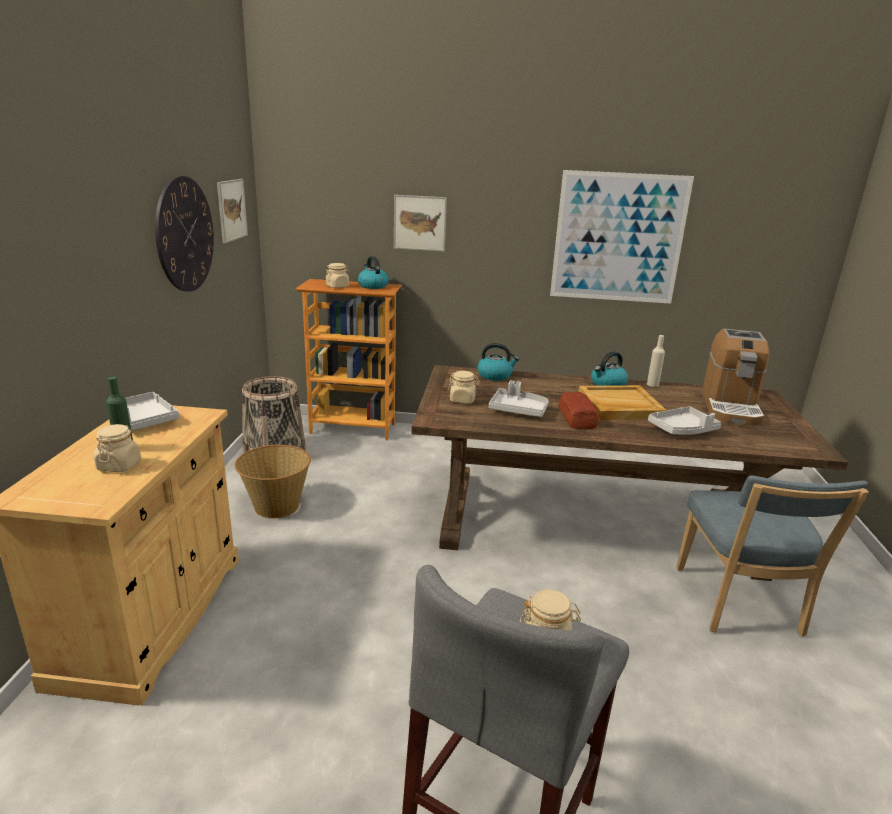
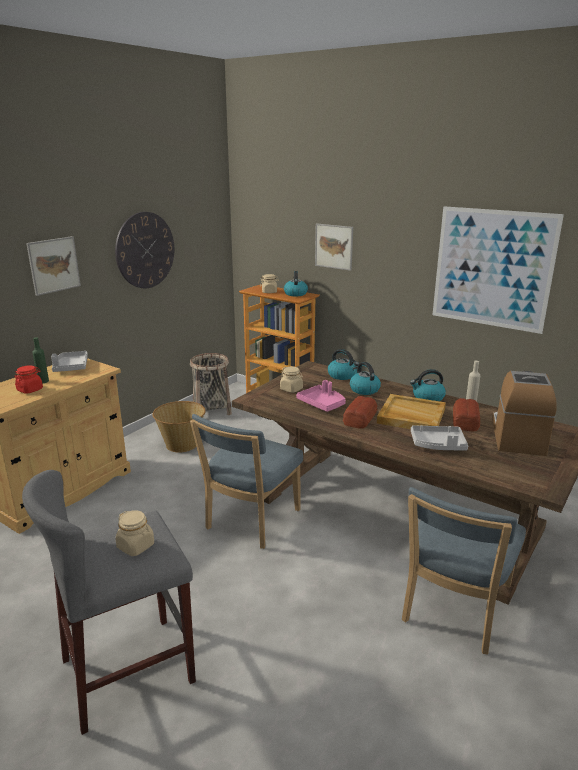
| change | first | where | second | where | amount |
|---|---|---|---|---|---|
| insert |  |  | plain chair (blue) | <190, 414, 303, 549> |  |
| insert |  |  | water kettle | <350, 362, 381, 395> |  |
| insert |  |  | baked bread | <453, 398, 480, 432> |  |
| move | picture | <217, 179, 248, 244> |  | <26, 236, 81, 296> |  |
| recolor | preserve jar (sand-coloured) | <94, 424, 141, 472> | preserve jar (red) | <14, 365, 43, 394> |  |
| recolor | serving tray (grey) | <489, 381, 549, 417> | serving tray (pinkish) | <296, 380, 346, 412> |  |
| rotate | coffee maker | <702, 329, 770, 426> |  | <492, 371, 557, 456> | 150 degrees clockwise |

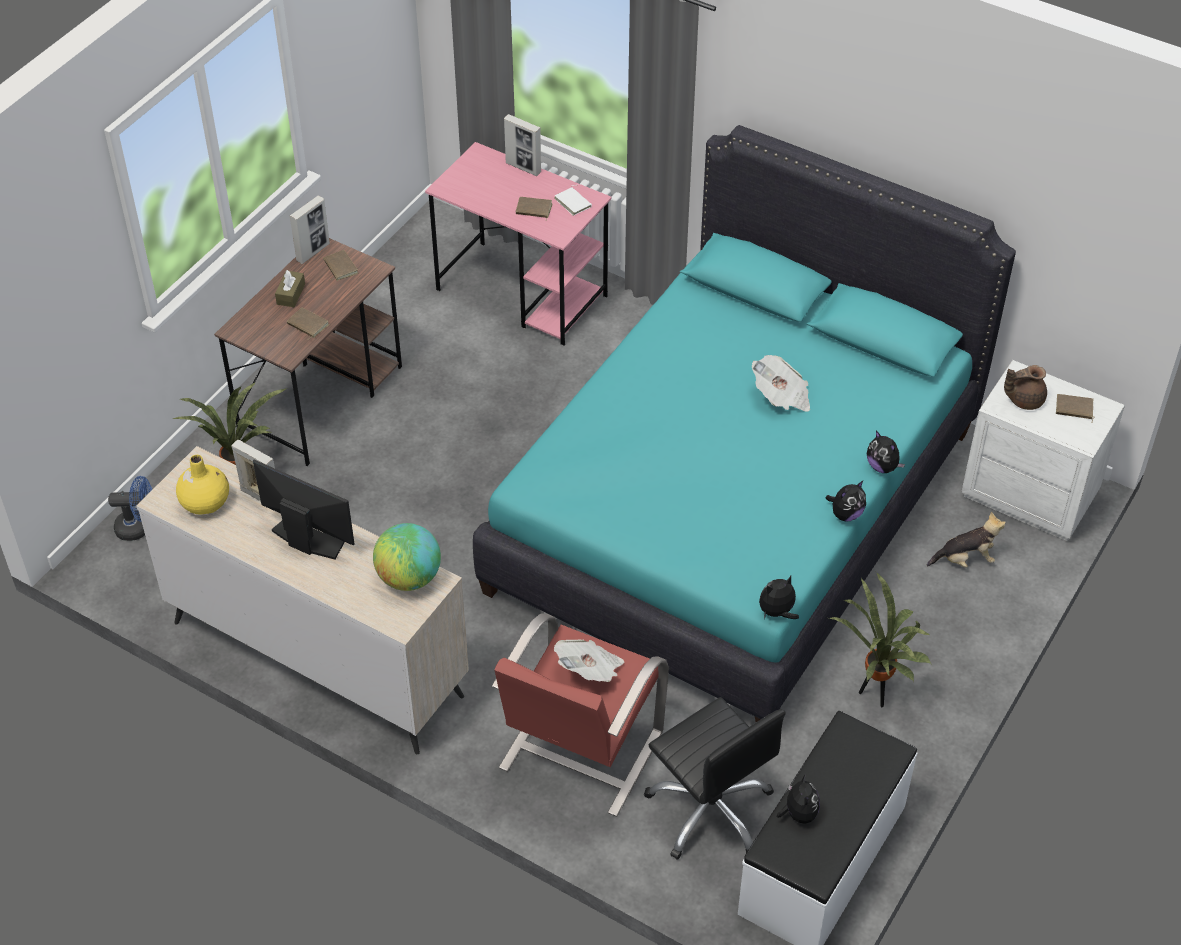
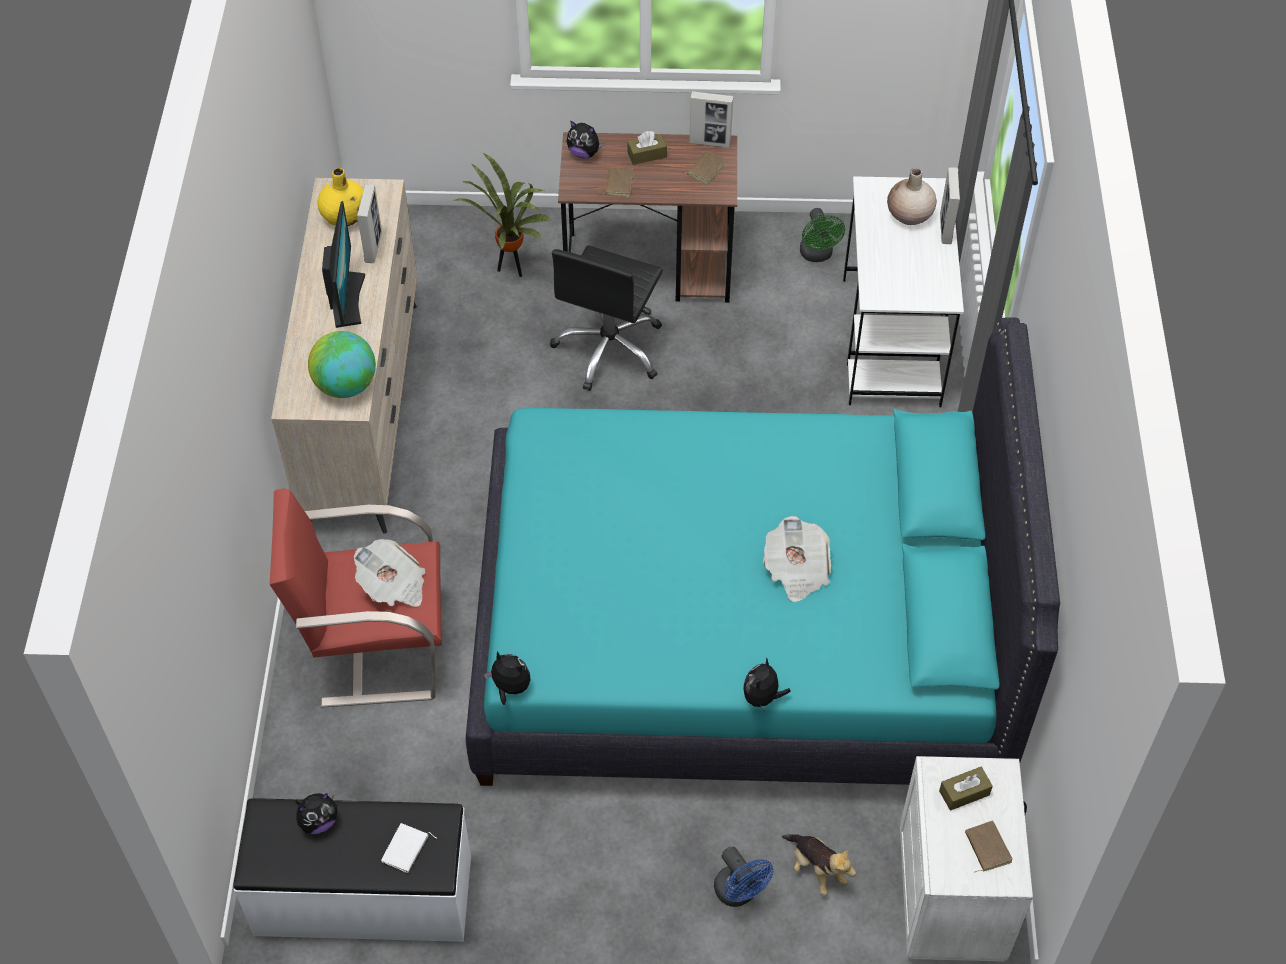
| change | first | where | second | where | amount |
|---|---|---|---|---|---|
| delete | volume (brown) | <516, 197, 553, 220> |  |  |  |
| delete | plant in a pot | <829, 572, 931, 707> |  |  |  |
| insert |  |  | electric fan (green-coloured) | <800, 208, 845, 262> |  |
| insert |  |  | flower vase (sand-coloured) | <887, 168, 937, 225> |  |
| move | electric fan (blue) | <108, 476, 152, 541> |  | <714, 847, 774, 907> |  |
| move | volume (whitish) | <555, 185, 592, 216> |  | <381, 823, 437, 873> |  |
| move | office chair (black) | <644, 697, 786, 860> |  | <550, 245, 663, 391> |  |
| move | cuddly toy | <826, 481, 866, 522> |  | <566, 120, 605, 159> |  |
| replace | tea pot (brown) | <1004, 365, 1047, 410> | tissue box (brown) | <939, 767, 993, 811> |  |
| recolor | desk unit (pinkish) | <425, 142, 612, 346> | desk unit (whitish) | <843, 176, 964, 407> |  |

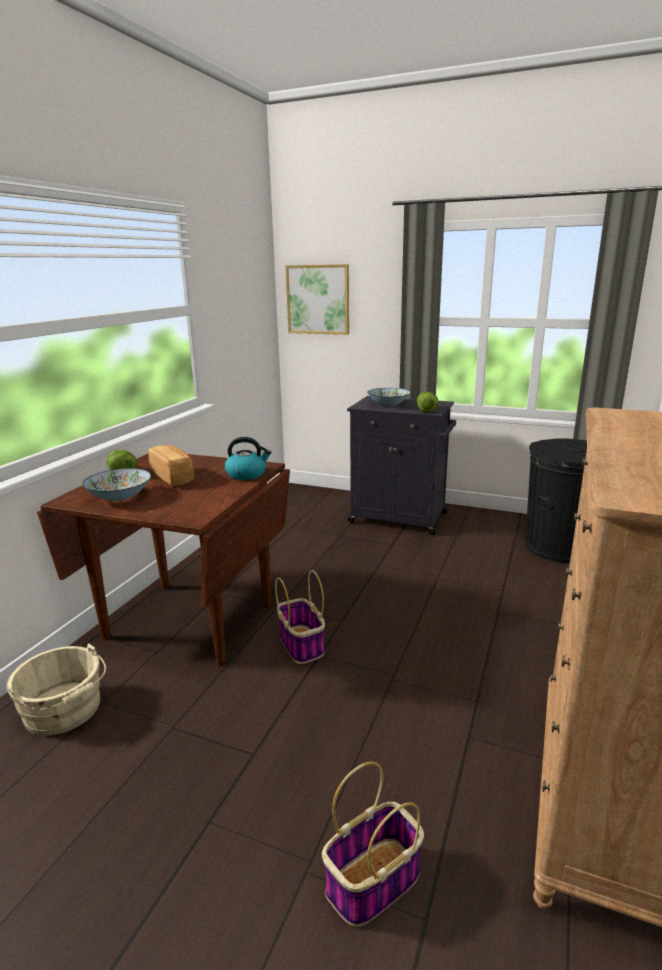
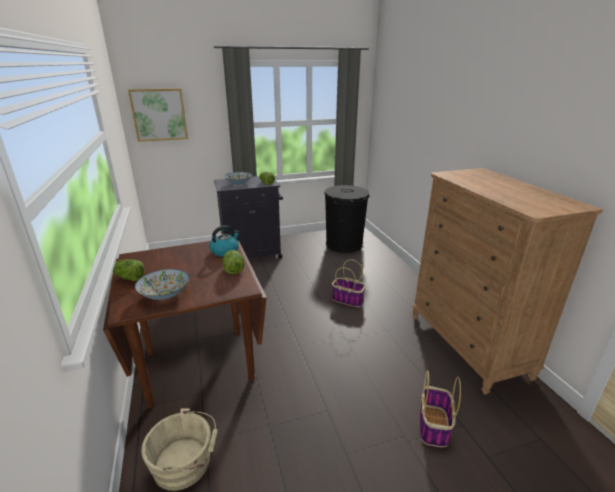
| change | first | where | second | where | amount |
|---|---|---|---|---|---|
| delete | baked bread | <148, 445, 194, 487> |  |  |  |
| insert |  |  | lettuce head | <222, 250, 245, 274> |  |
| move | household basket | <275, 570, 325, 664> |  | <332, 259, 366, 307> |  |

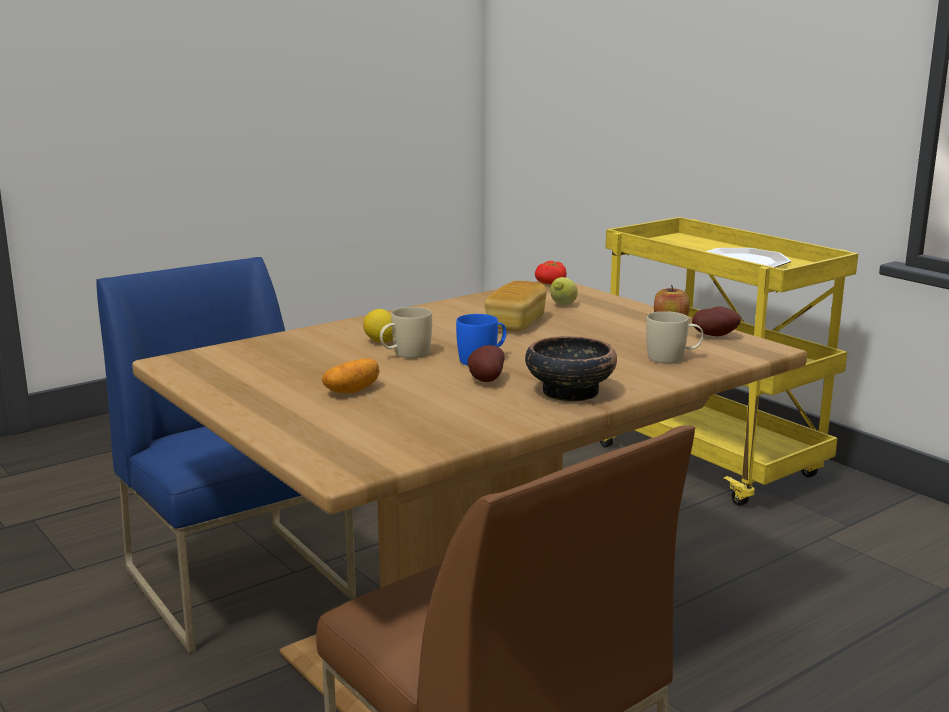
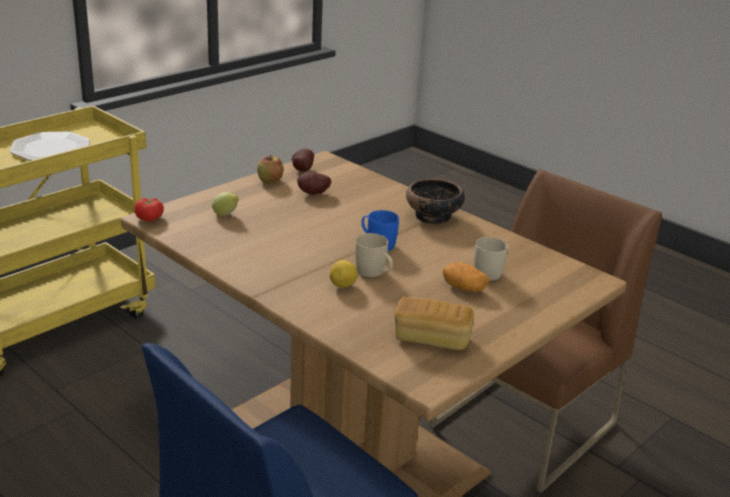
| change | first | where | second | where | amount |
|---|---|---|---|---|---|
| move | potato | <467, 345, 504, 382> |  | <297, 172, 331, 195> |  |
| move | baked bread | <485, 281, 547, 331> |  | <394, 297, 474, 350> |  |
| move | tea mug (sand-coloured) | <646, 311, 704, 364> |  | <474, 237, 508, 281> |  |

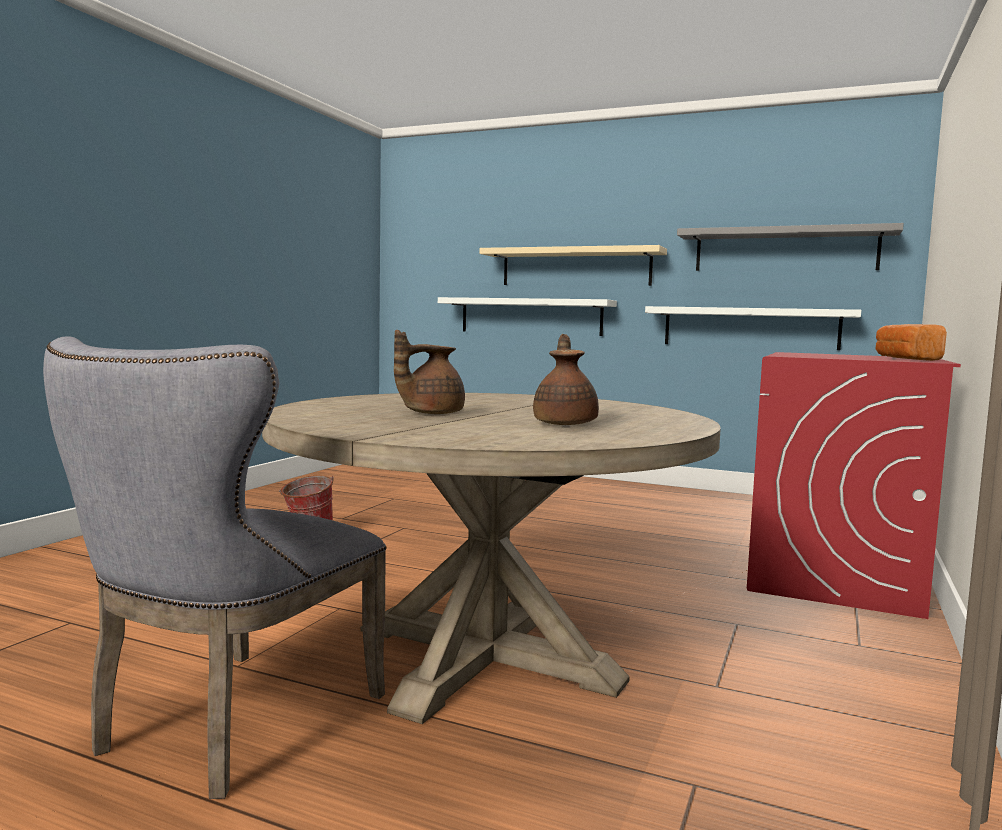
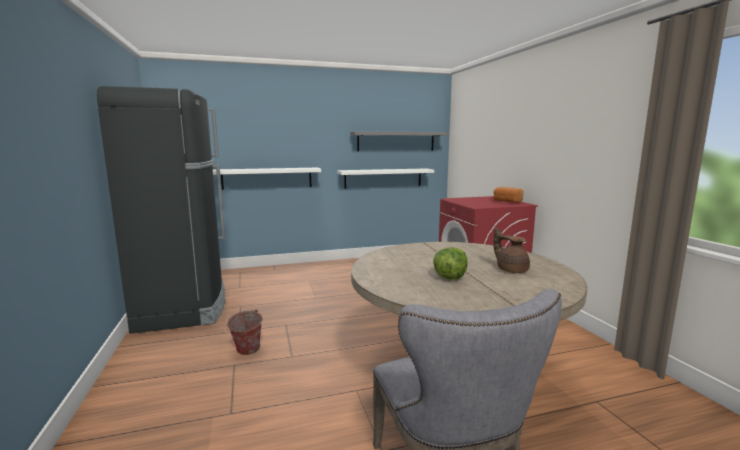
| change | first | where | second | where | amount |
|---|---|---|---|---|---|
| delete | wall shelf (sand-coloured) | <479, 245, 667, 286> |  |  |  |
| insert |  |  | refrigerator (black) | <97, 86, 225, 334> |  |
| replace | tea pot (brown) | <394, 330, 465, 414> | lettuce head | <433, 247, 468, 280> |  |

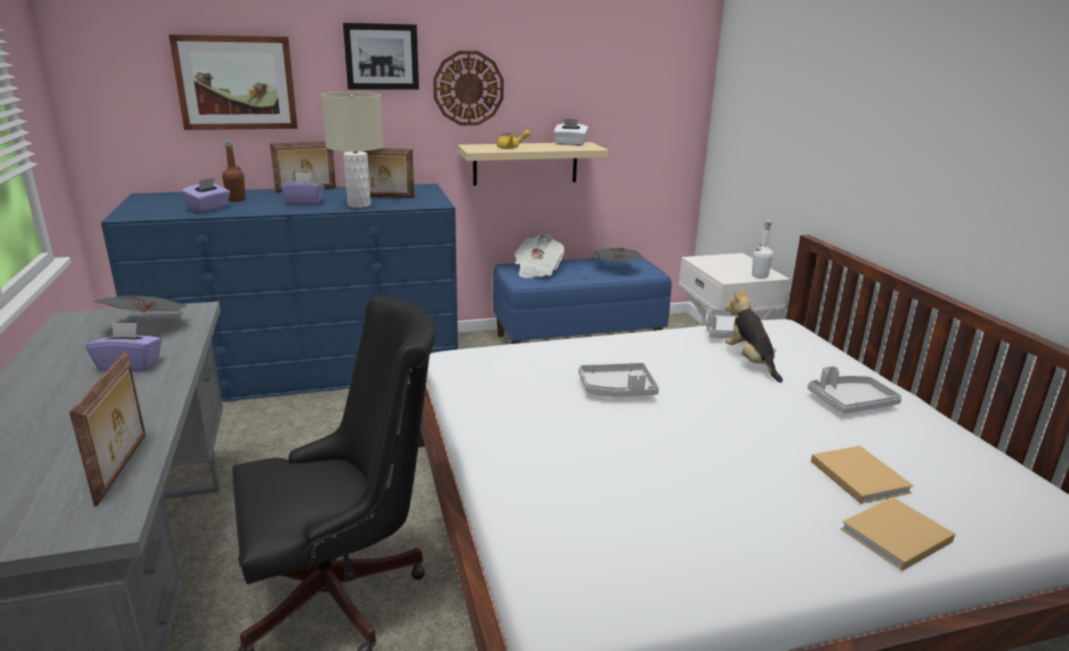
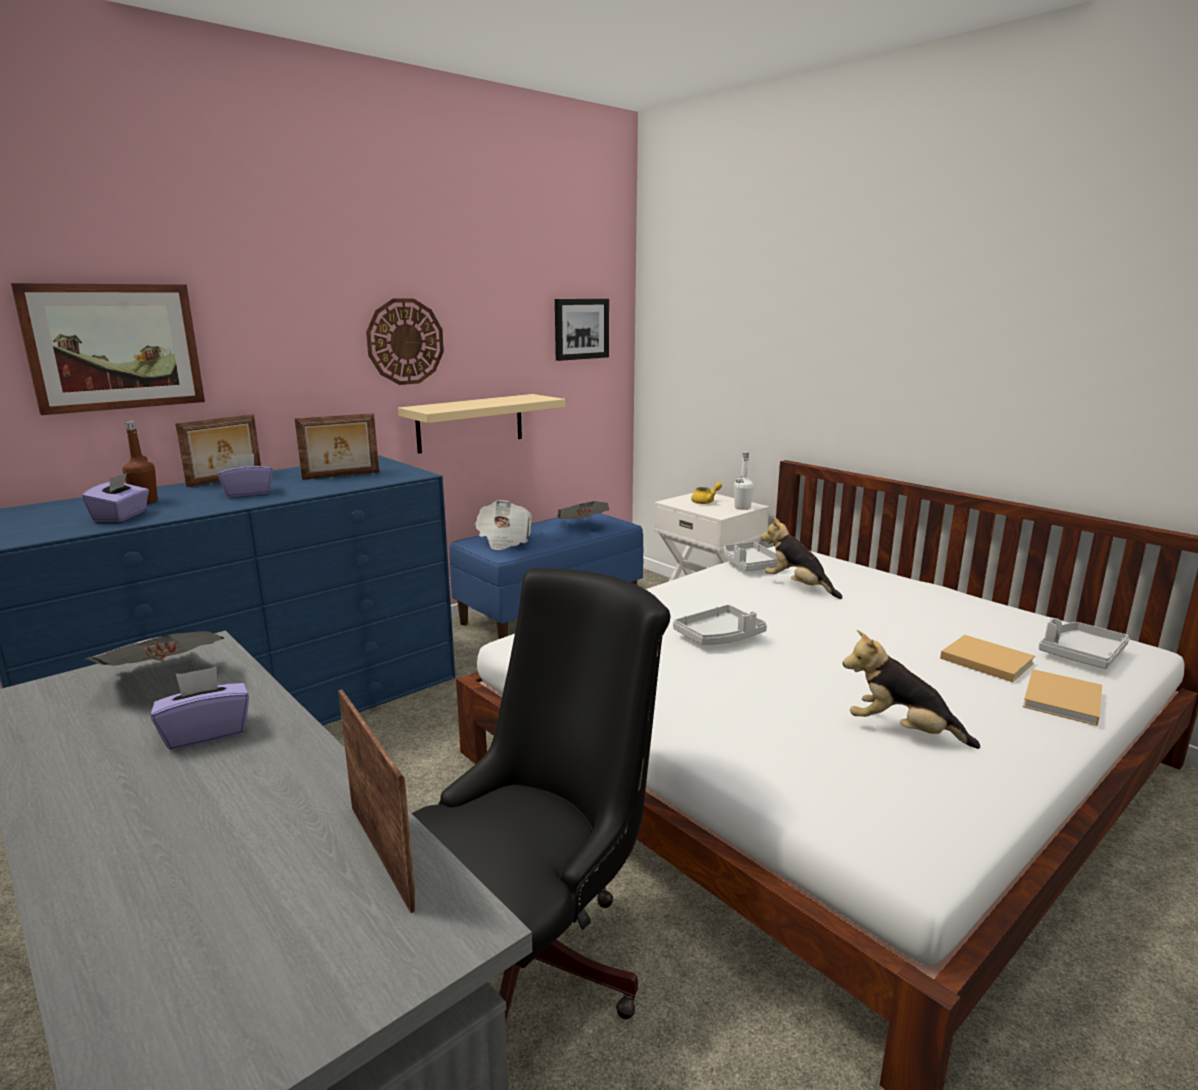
| change | first | where | second | where | amount |
|---|---|---|---|---|---|
| delete | tabletop lamp (sand-coloured) | <321, 92, 384, 208> |  |  |  |
| delete | tissue box (whitish) | <554, 118, 588, 146> |  |  |  |
| insert |  |  | cuddly toy | <843, 630, 980, 749> |  |
| move | picture | <343, 23, 419, 90> |  | <555, 299, 609, 361> |  |
| move | tea pot (yellowish) | <497, 130, 531, 149> |  | <691, 482, 722, 504> |  |
| move | serving tray (grey) | <808, 366, 902, 414> |  | <1039, 618, 1129, 669> |  |

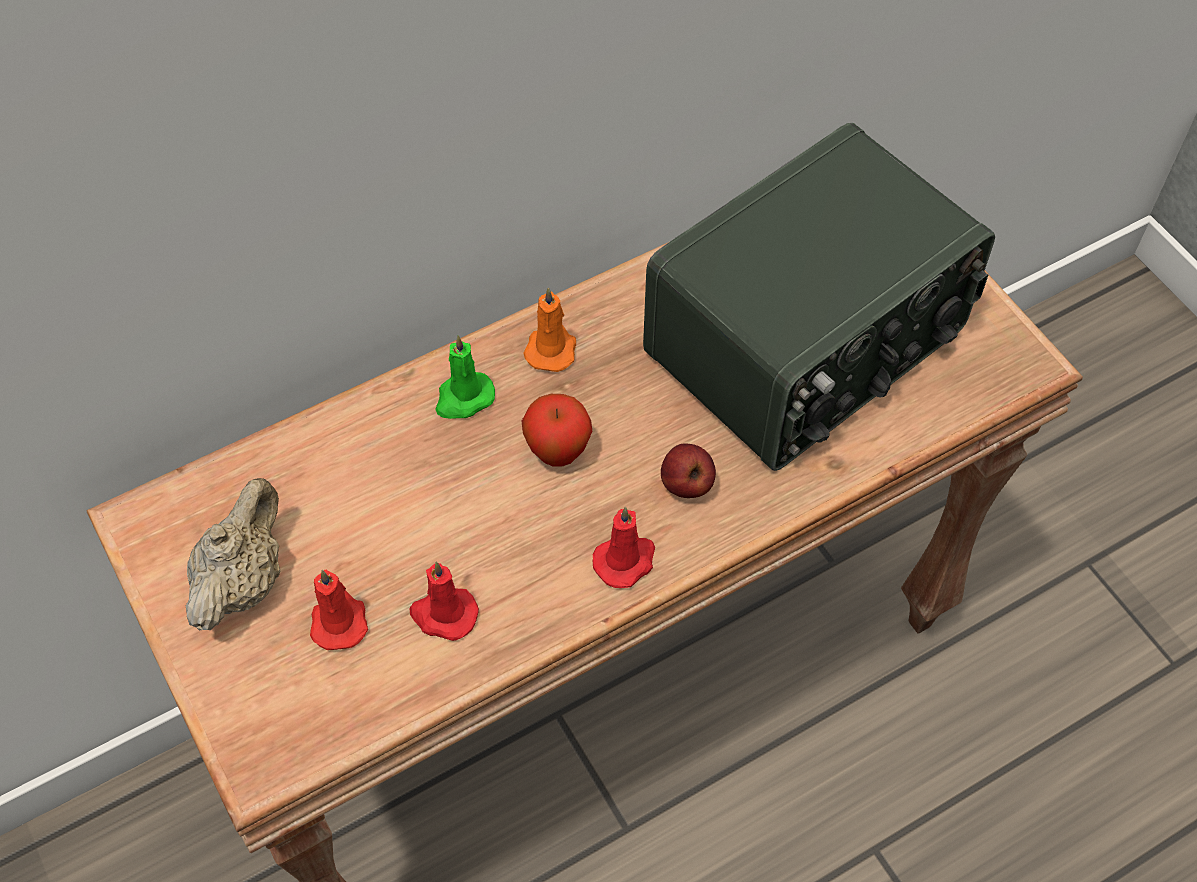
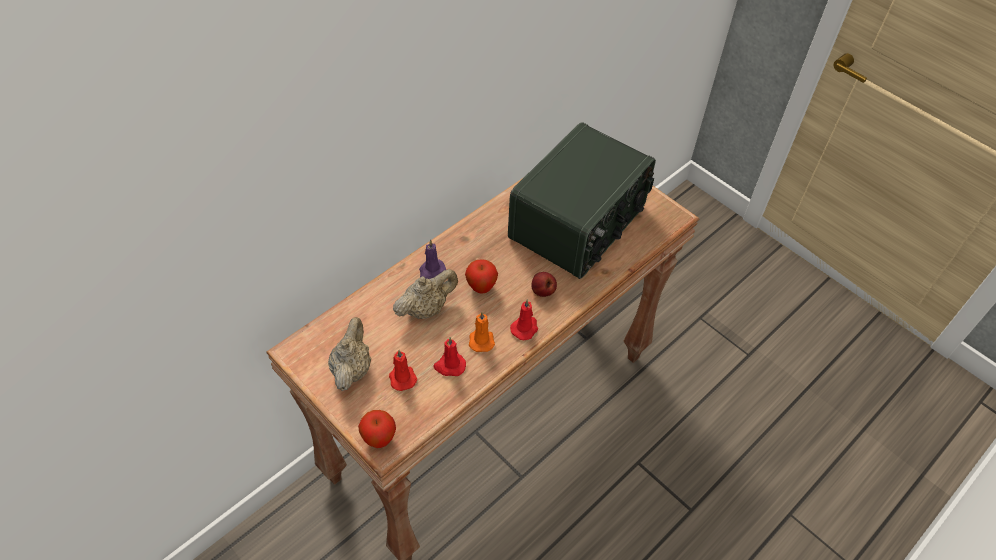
| change | first | where | second | where | amount |
|---|---|---|---|---|---|
| insert |  |  | apple fruit | <358, 410, 396, 448> |  |
| insert |  |  | tea pot (sand-coloured) | <393, 269, 458, 319> |  |
| move | wax light (orange) | <523, 287, 576, 372> |  | <469, 312, 495, 352> |  |
| recolor | wax light (green-coloured) | <435, 335, 495, 419> | wax light (purple) | <419, 240, 446, 279> |  |

